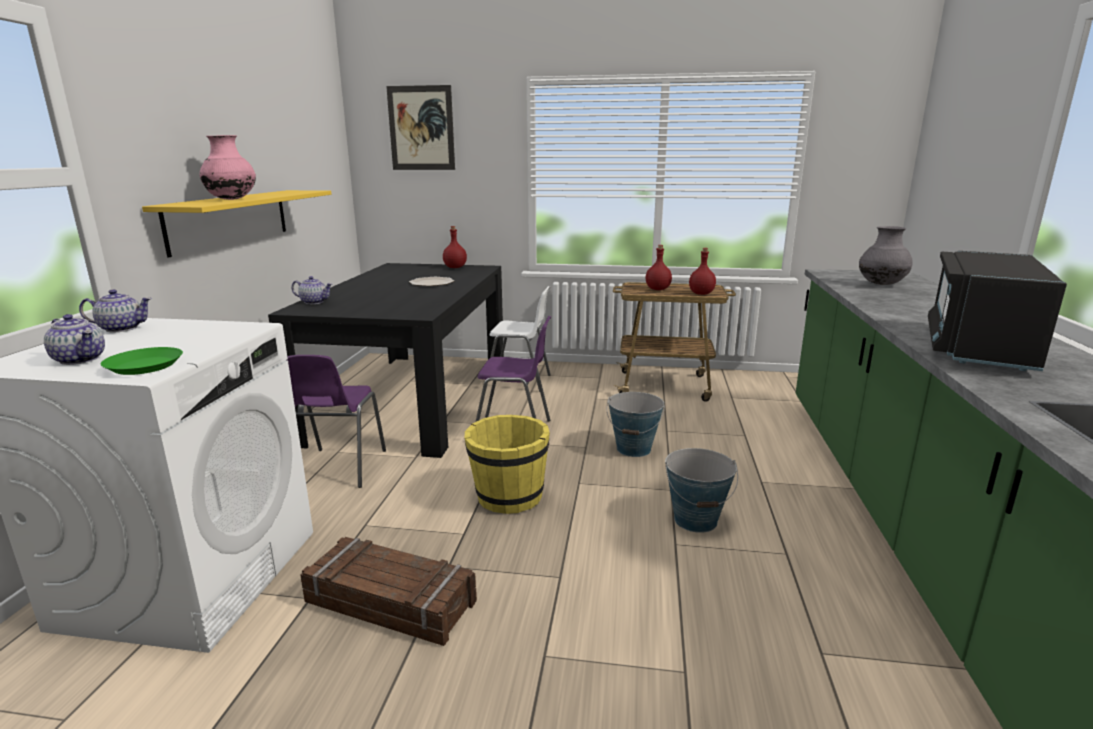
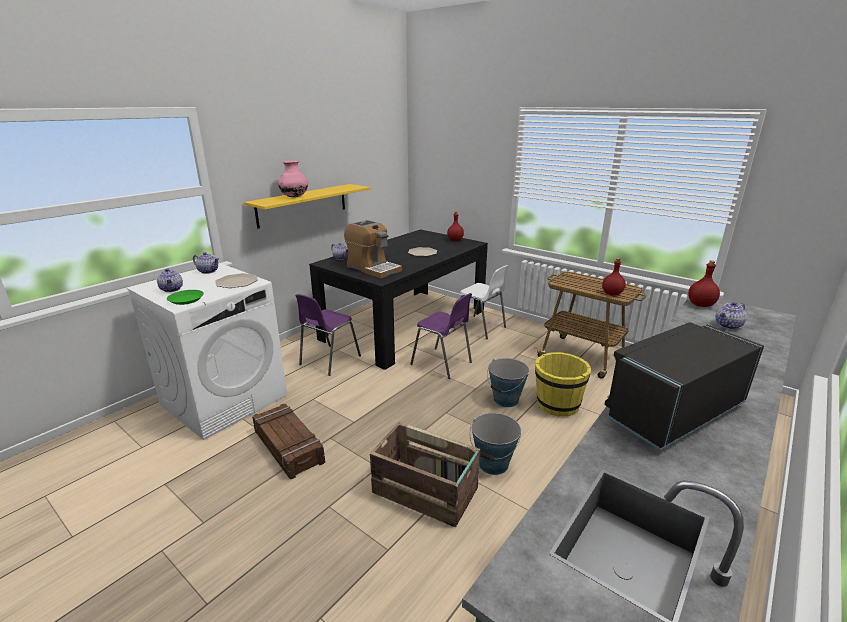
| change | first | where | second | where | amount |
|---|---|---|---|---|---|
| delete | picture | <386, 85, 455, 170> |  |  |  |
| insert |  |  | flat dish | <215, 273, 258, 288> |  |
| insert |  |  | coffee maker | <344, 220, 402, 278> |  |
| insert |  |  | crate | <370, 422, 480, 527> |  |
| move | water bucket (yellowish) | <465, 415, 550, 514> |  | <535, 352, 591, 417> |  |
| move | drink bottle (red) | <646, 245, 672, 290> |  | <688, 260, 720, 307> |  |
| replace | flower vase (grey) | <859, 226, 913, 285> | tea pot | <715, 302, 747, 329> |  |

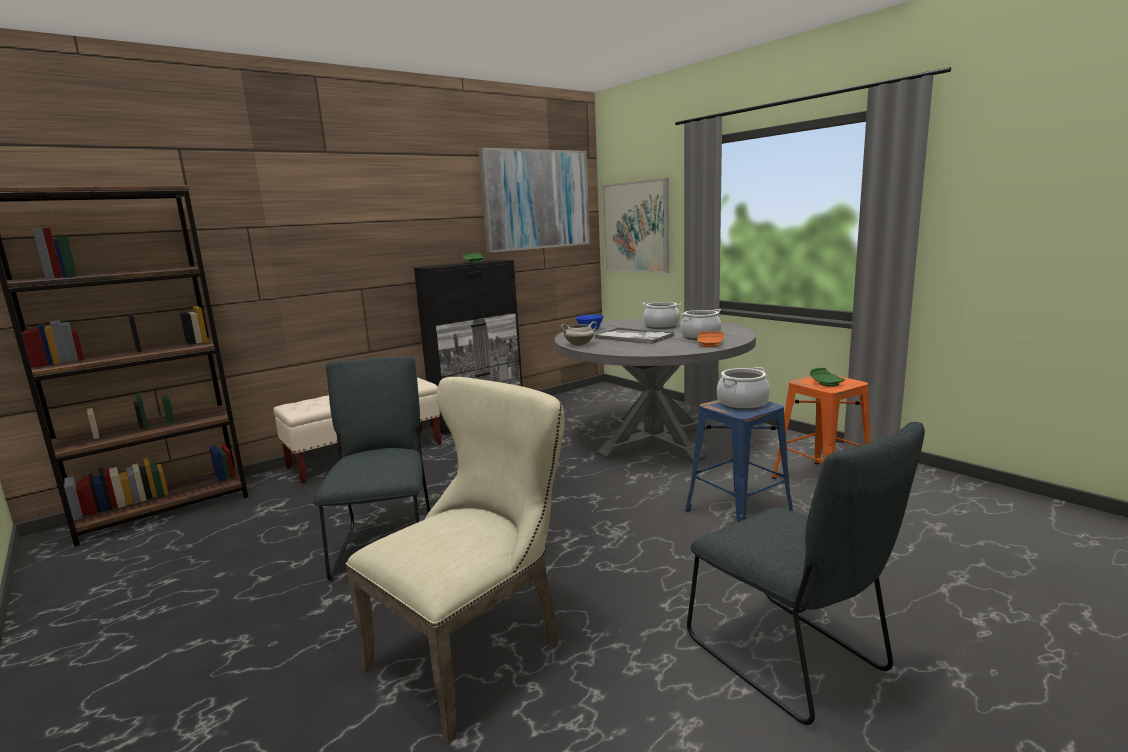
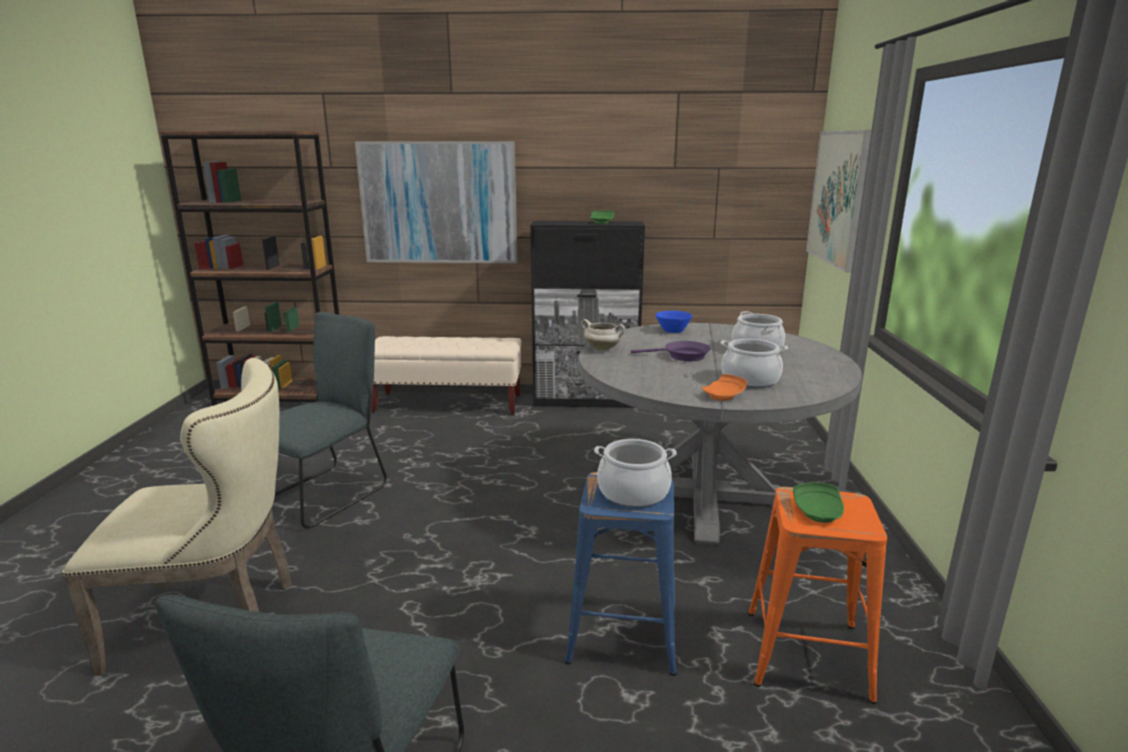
| change | first | where | second | where | amount |
|---|---|---|---|---|---|
| move | picture | <478, 148, 590, 253> |  | <355, 141, 518, 263> |  |
| replace | serving tray | <595, 328, 675, 344> | skillet (purple) | <631, 341, 711, 361> |  |

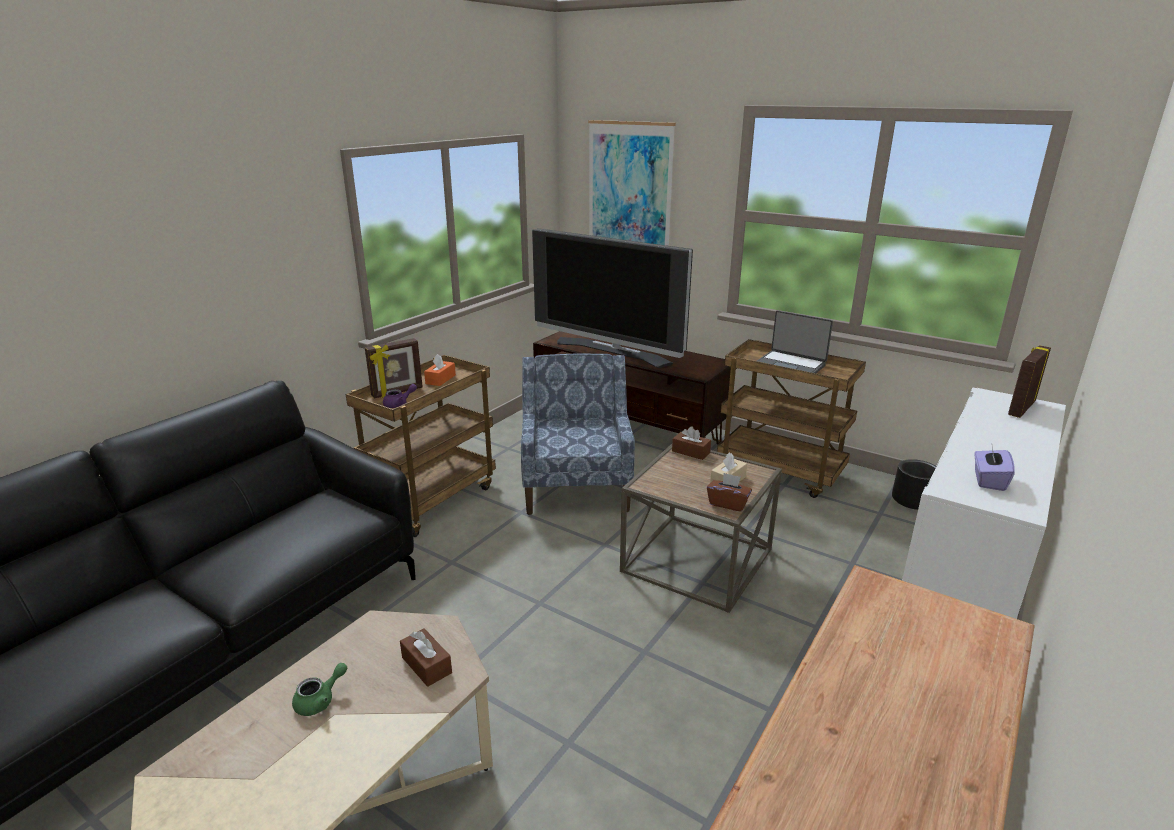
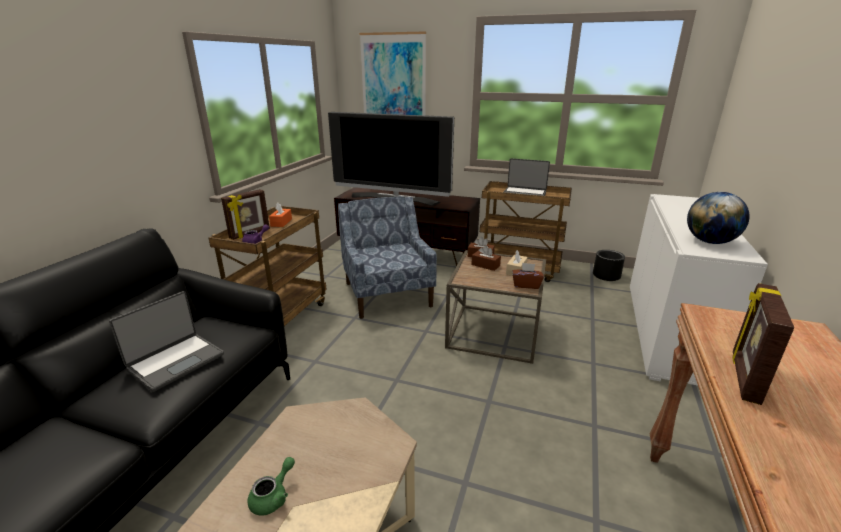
| change | first | where | second | where | amount |
|---|---|---|---|---|---|
| insert |  |  | laptop | <109, 291, 224, 392> |  |
| move | tissue box (brown) | <400, 628, 452, 687> |  | <471, 246, 501, 271> |  |
| move | picture frame | <1008, 345, 1051, 418> |  | <732, 283, 794, 405> |  |
| replace | tissue box (purple) | <974, 447, 1015, 491> | globe | <687, 192, 750, 244> |  |

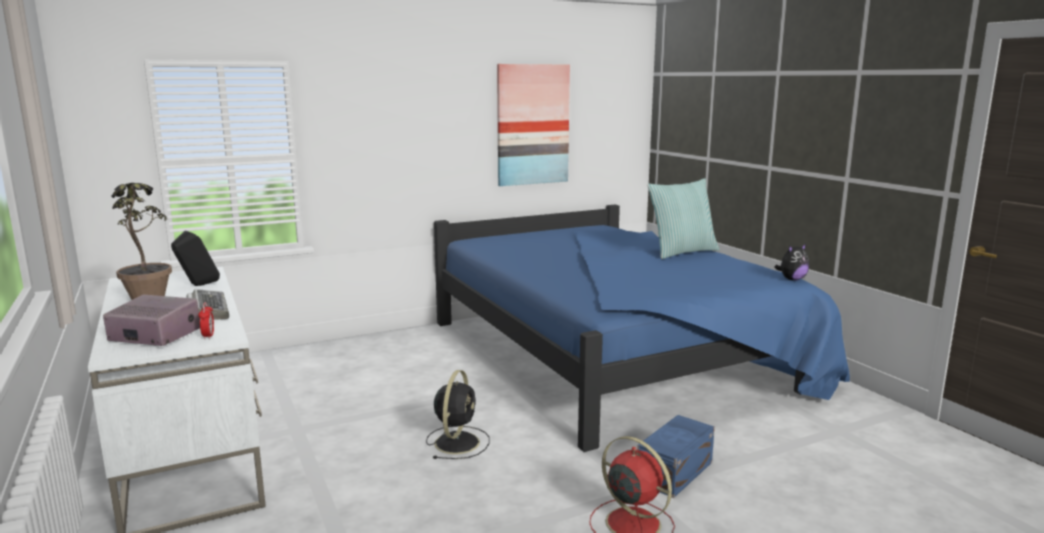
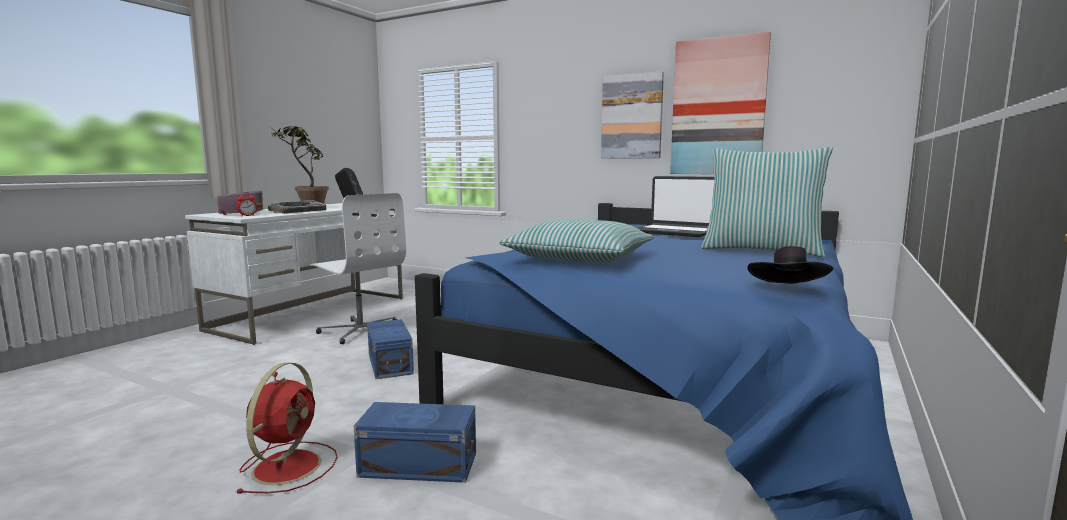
| change | first | where | second | where | amount |
|---|---|---|---|---|---|
| insert |  |  | office chair (whitish) | <310, 193, 406, 344> |  |
| insert |  |  | cushion | <499, 219, 654, 263> |  |
| insert |  |  | picture | <601, 71, 664, 159> |  |
| insert |  |  | laptop | <637, 176, 714, 237> |  |
| replace | electric fan (black) | <426, 370, 490, 459> | storage box (blue) | <367, 319, 414, 379> |  |
| replace | cuddly toy | <774, 244, 809, 280> | clothing hat (black) | <747, 246, 833, 284> |  |

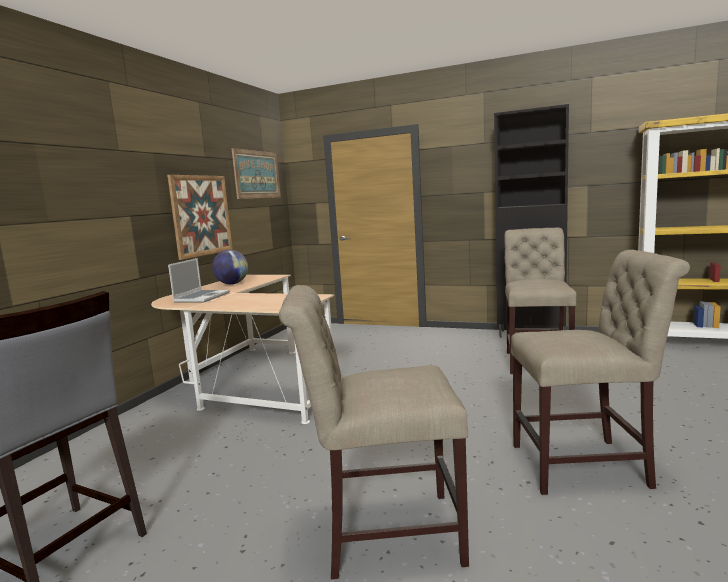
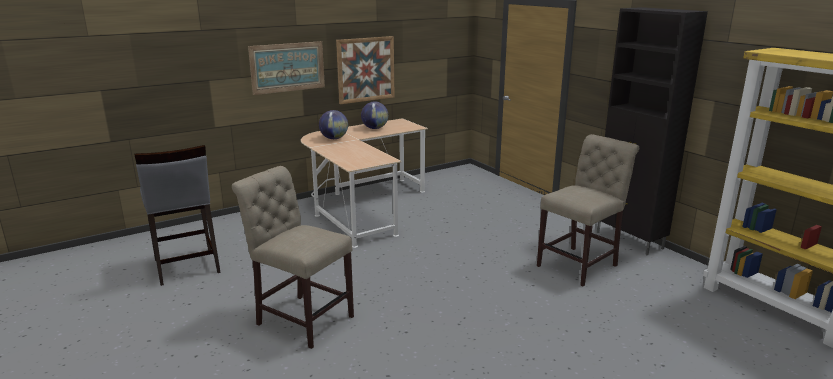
| change | first | where | second | where | amount |
|---|---|---|---|---|---|
| delete | plain chair (sand-coloured) | <511, 250, 690, 495> |  |  |  |
| move | picture | <232, 148, 281, 199> |  | <248, 41, 325, 95> |  |
| replace | laptop | <168, 258, 230, 303> | globe | <319, 110, 348, 139> |  |

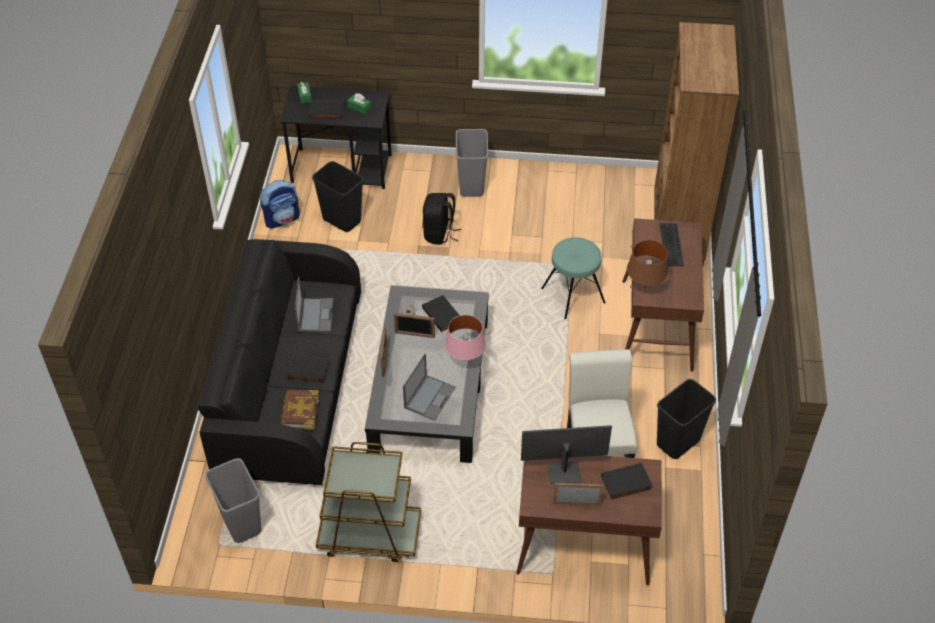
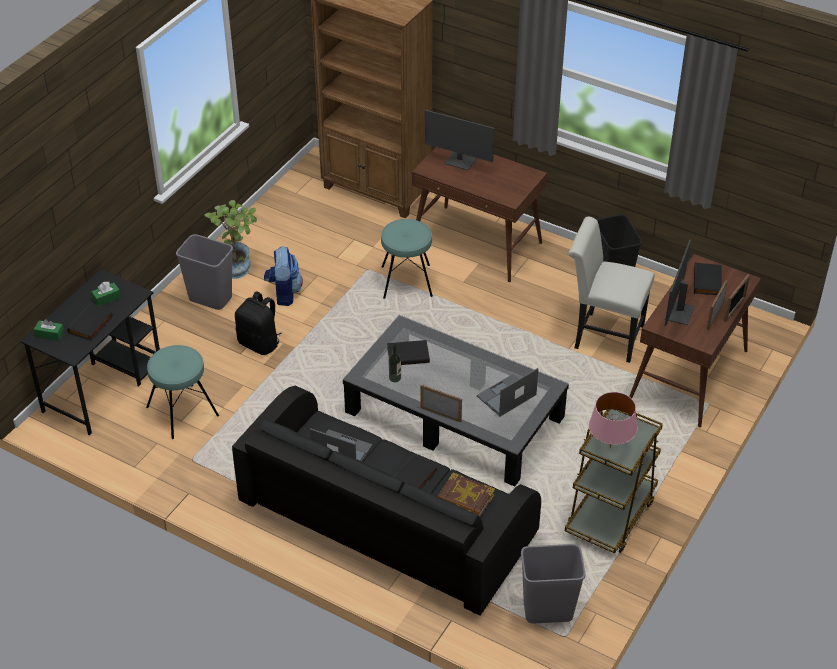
| change | first | where | second | where | amount |
|---|---|---|---|---|---|
| delete | tabletop lamp (brown) | <627, 240, 668, 288> |  |  |  |
| insert |  |  | plant in a pot | <204, 200, 257, 279> |  |
| move | knapsack | <260, 180, 300, 228> |  | <264, 246, 303, 306> |  |
| move | picture frame | <394, 313, 435, 338> |  | <724, 274, 750, 322> |  |
| move | tabletop lamp (pinkish) | <445, 315, 486, 361> |  | <589, 392, 637, 448> |  |
| replace | rubbish bin (black) | <312, 161, 364, 232> | stool (turquoise) | <146, 345, 219, 439> |  |
| replace | keyboard | <660, 223, 684, 266> | monitor | <425, 110, 495, 171> |  |
| rotate | laptop | <403, 354, 456, 421> |  | <477, 368, 538, 416> | 90 degrees counterclockwise |

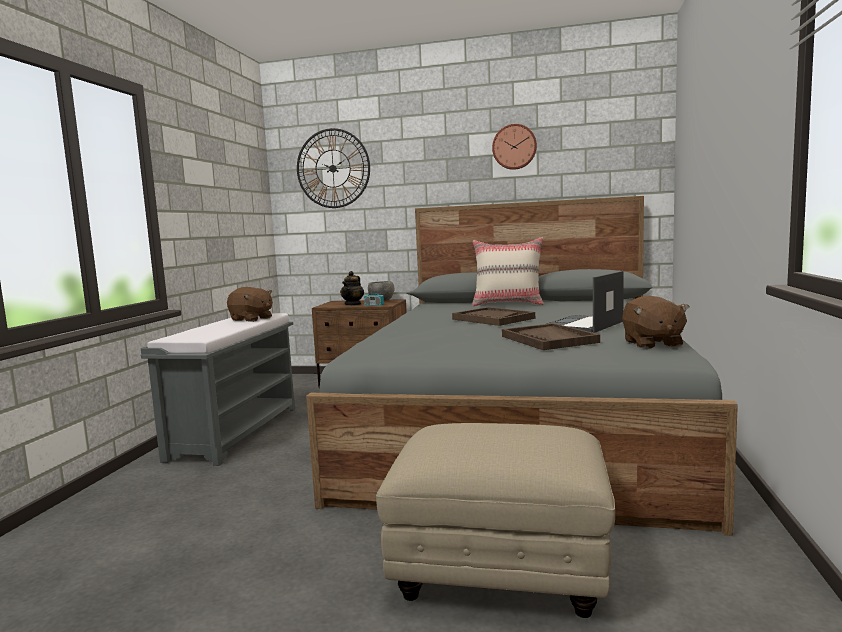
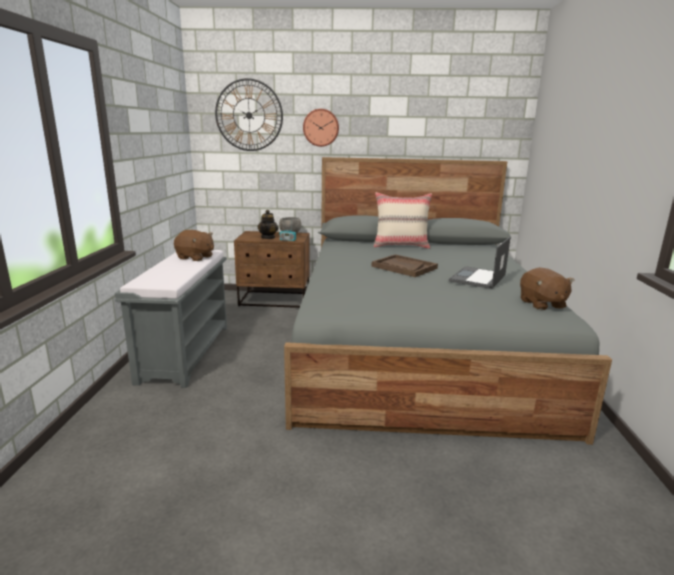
| change | first | where | second | where | amount |
|---|---|---|---|---|---|
| delete | footrest (sand-coloured) | <376, 423, 615, 618> |  |  |  |
| delete | serving tray (brown) | <502, 323, 600, 350> |  |  |  |
| move | clock on the wall | <492, 124, 537, 170> |  | <303, 109, 339, 147> |  |

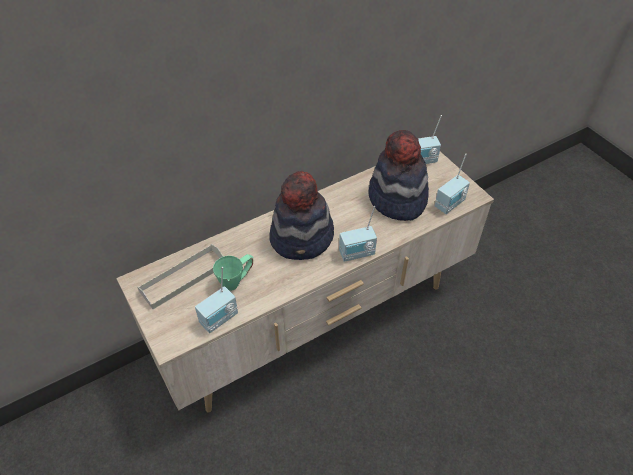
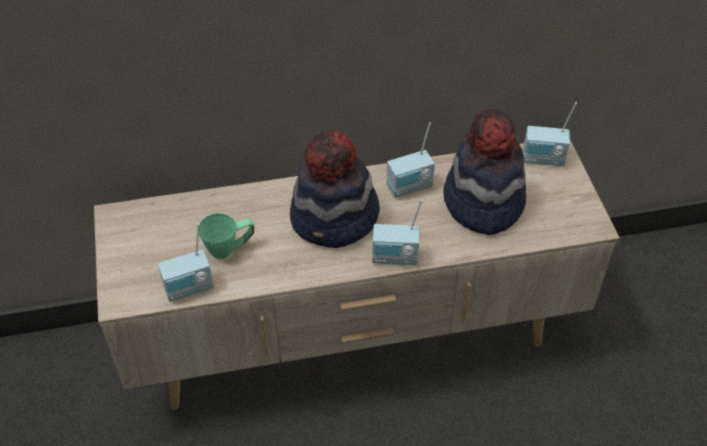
| change | first | where | second | where | amount |
|---|---|---|---|---|---|
| delete | serving tray (grey) | <138, 244, 223, 309> |  |  |  |
| move | radio | <435, 154, 470, 214> |  | <386, 122, 435, 198> |  |

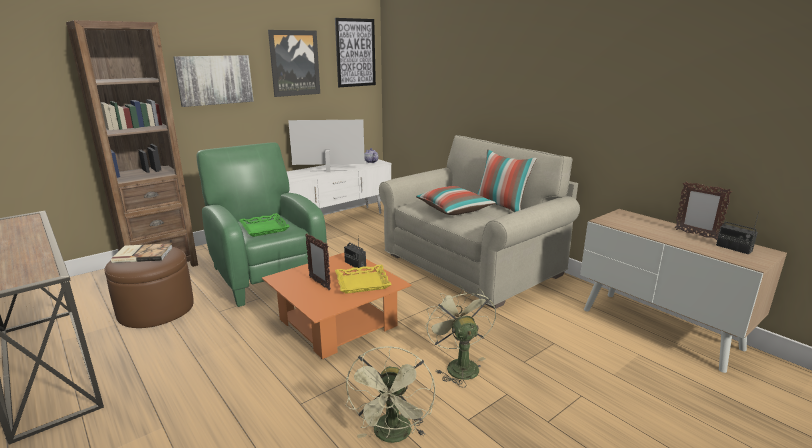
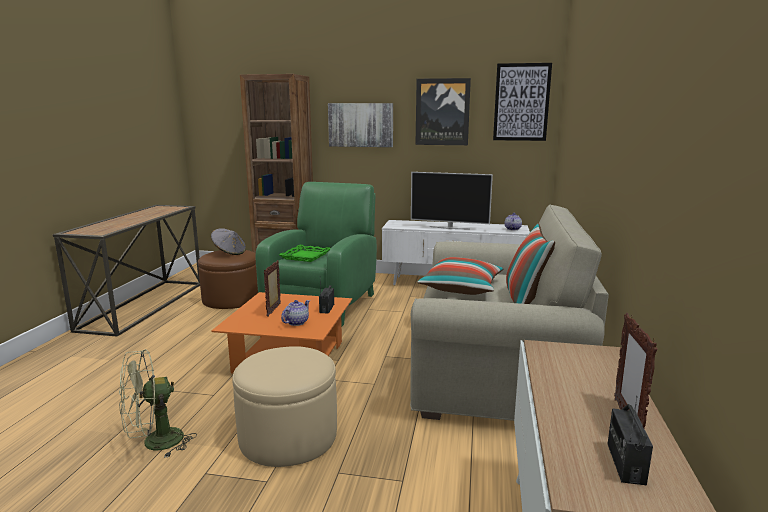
| change | first | where | second | where | amount |
|---|---|---|---|---|---|
| replace | volume | <111, 243, 173, 263> | clothing hat (grey) | <211, 228, 246, 255> |  |
| replace | serving tray (yellowish) | <335, 265, 392, 294> | tea pot | <281, 300, 310, 326> |  |
| replace | electric fan (green-coloured) | <425, 286, 496, 388> | footrest (sand-coloured) | <232, 346, 337, 467> |  |
| rotate | TV | <288, 120, 365, 172> |  | <411, 172, 493, 229> | 150 degrees clockwise |

